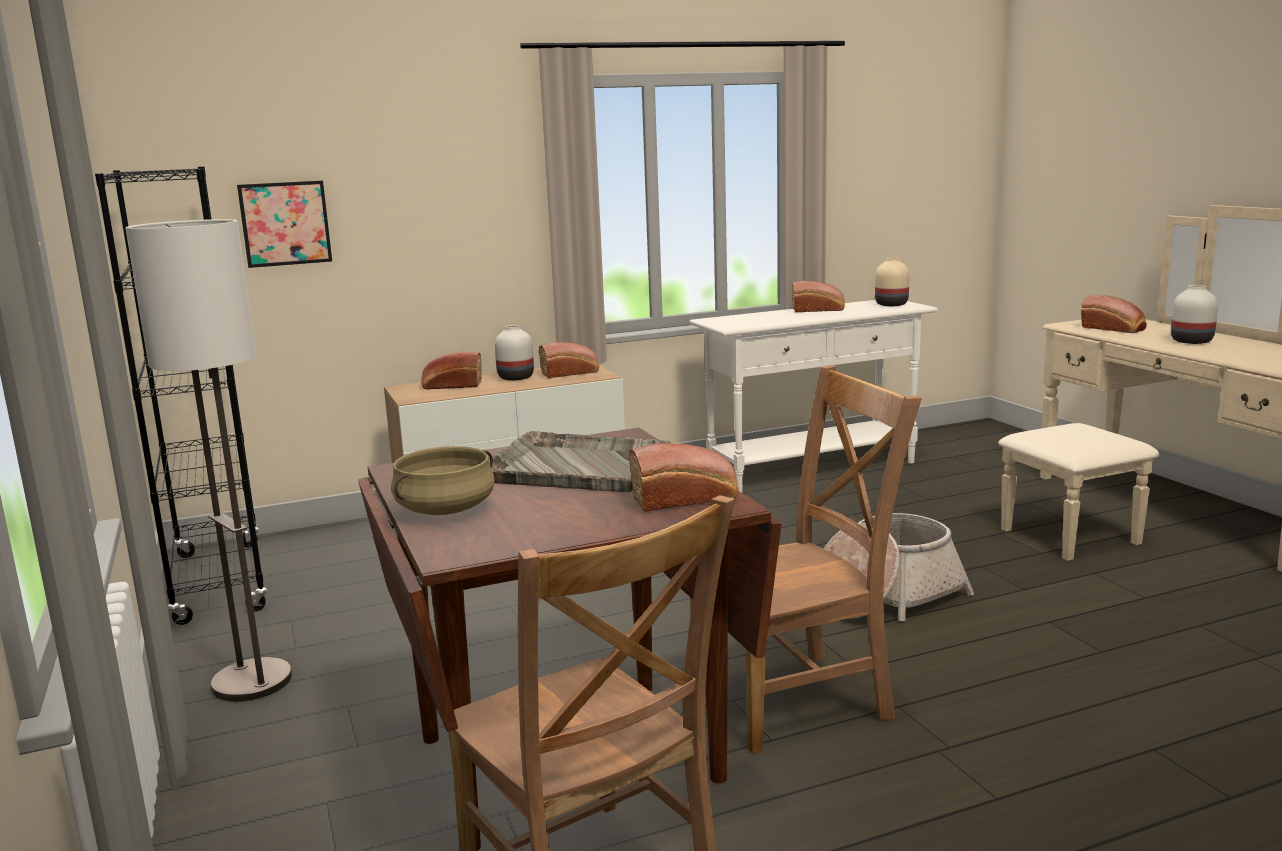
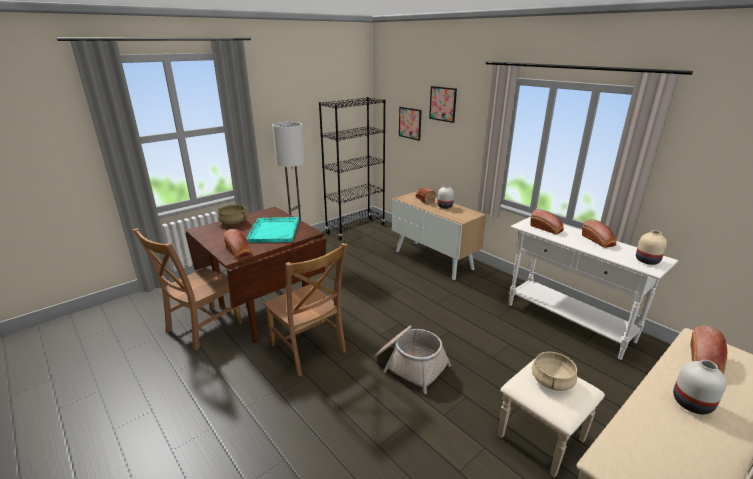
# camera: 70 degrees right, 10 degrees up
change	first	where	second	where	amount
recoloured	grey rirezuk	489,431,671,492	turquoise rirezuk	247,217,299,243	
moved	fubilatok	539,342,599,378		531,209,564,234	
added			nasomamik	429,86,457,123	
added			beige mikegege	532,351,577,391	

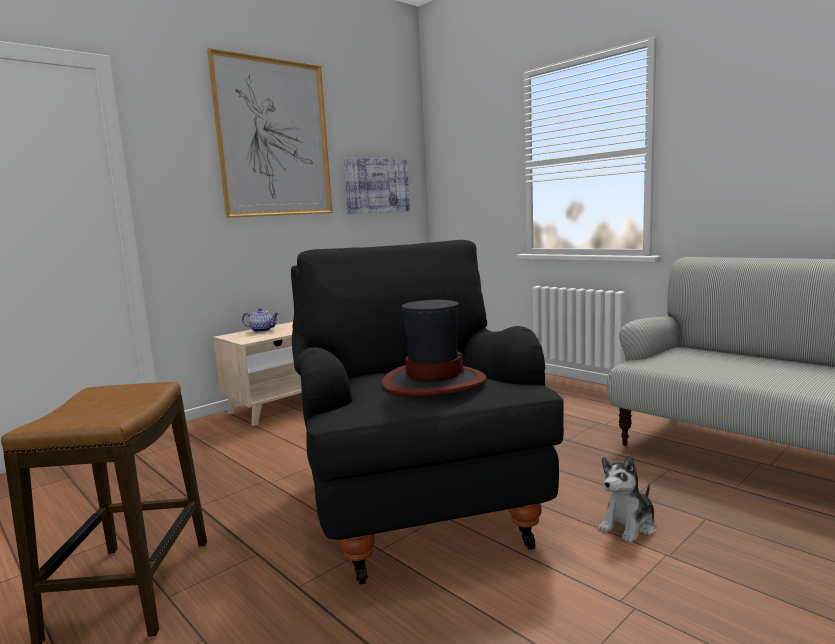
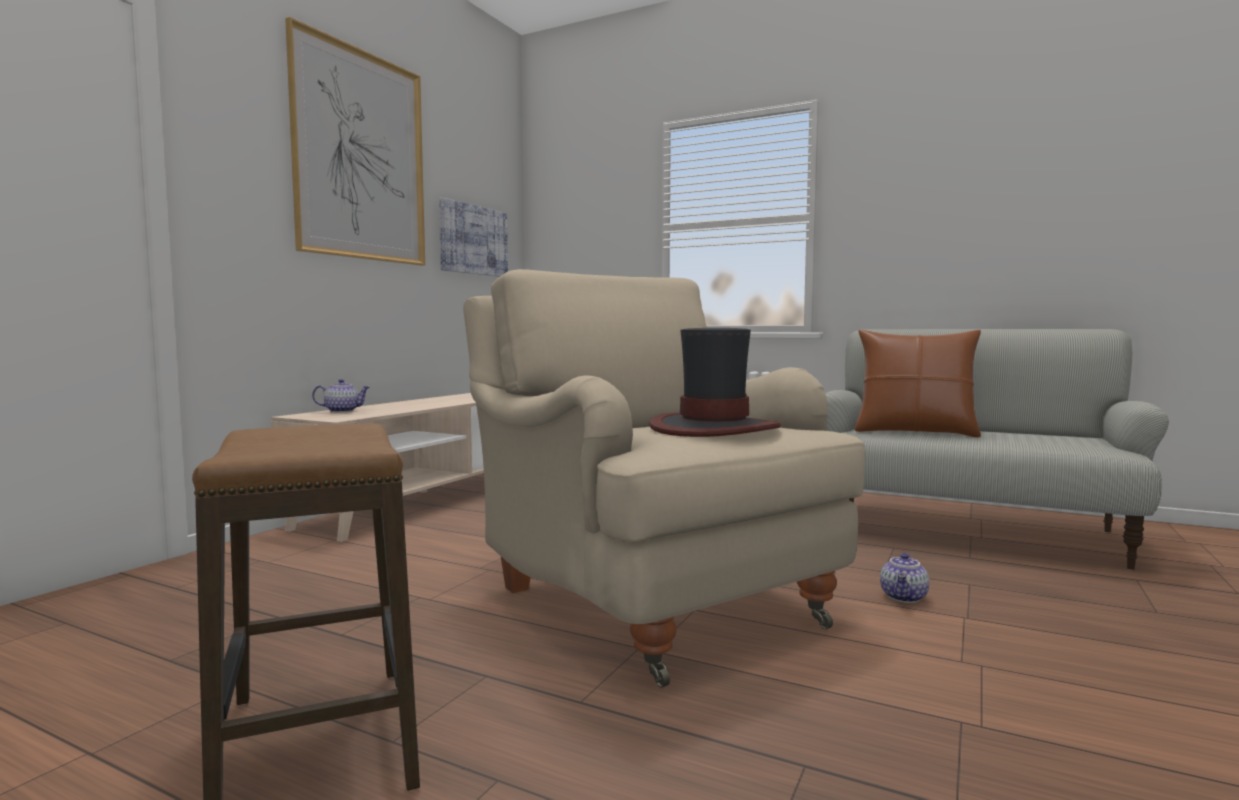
# camera: 20 degrees left, 5 degrees down
change	first	where	second	where	amount
recoloured	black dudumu	291,240,564,585	beige dudumu	463,269,865,688	
replaced	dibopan	598,455,656,543	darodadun	880,553,929,603	
added			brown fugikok	855,330,981,438	

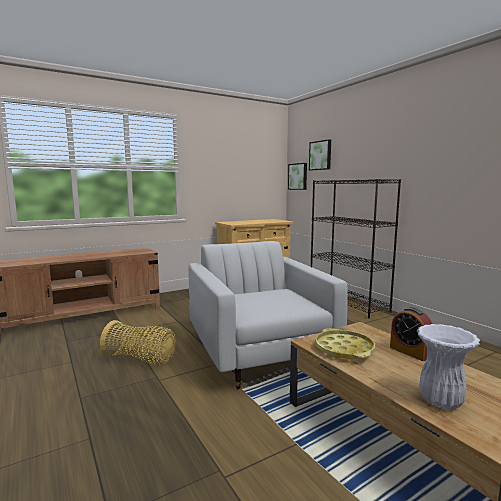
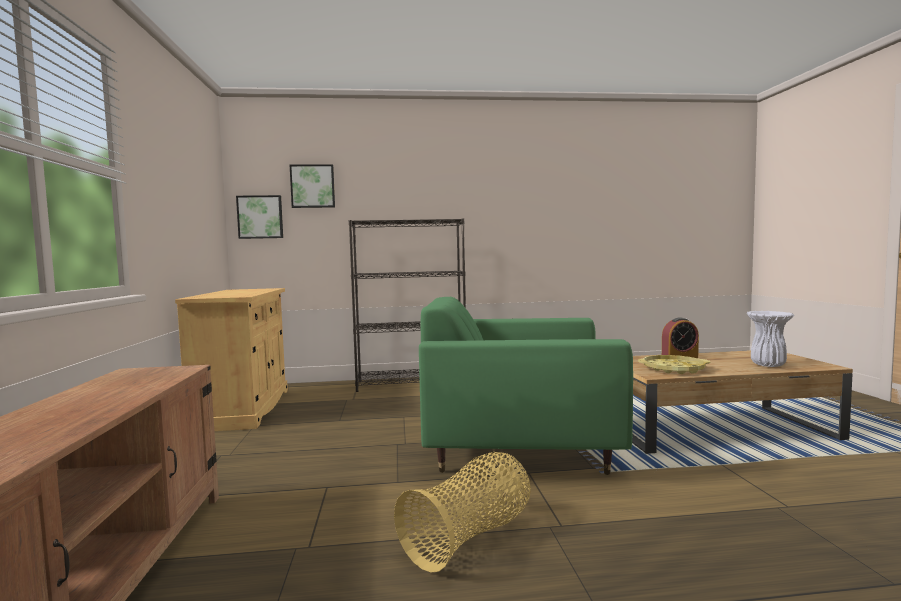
# camera: 65 degrees left, 5 degrees down
change	first	where	second	where	amount
recoloured	white dudumu	188,241,348,389	green dudumu	419,297,633,475	

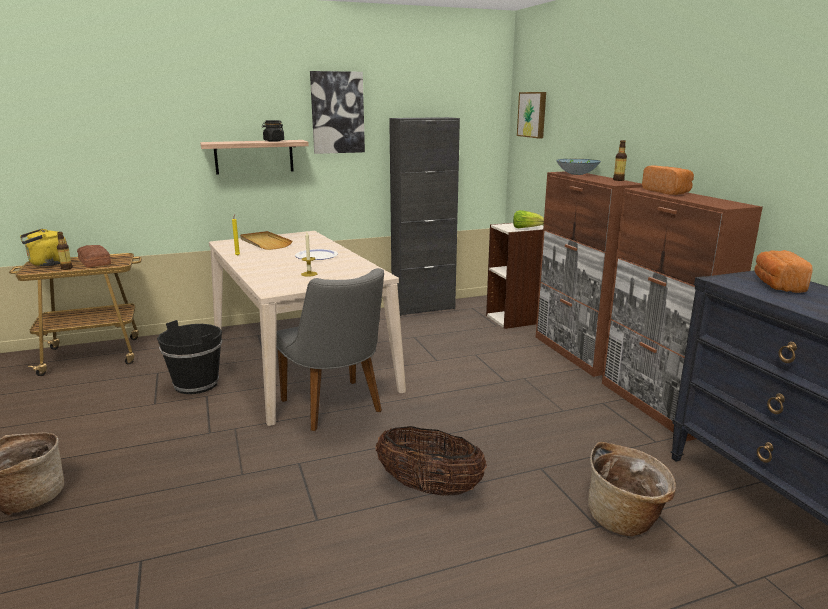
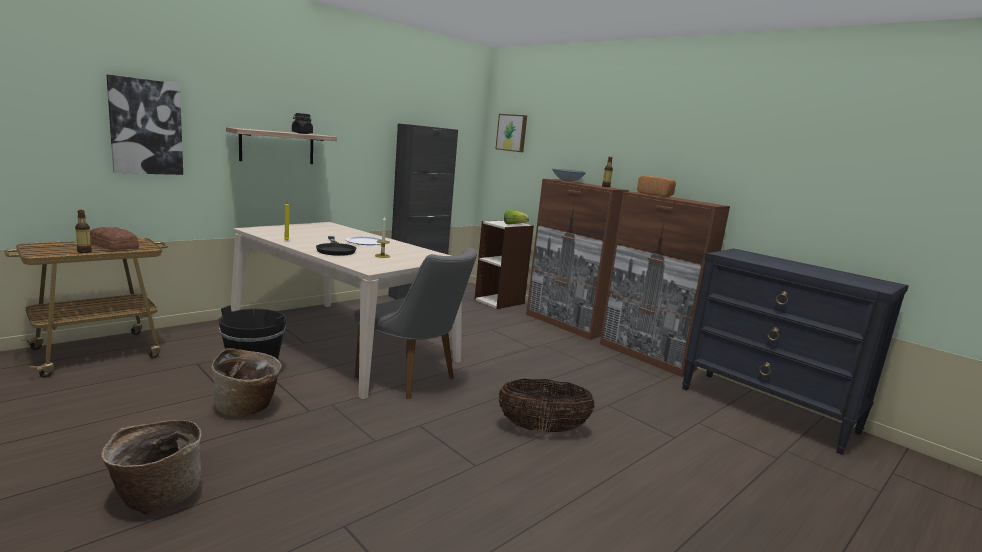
# camera: 25 degrees left, 5 degrees down
change	first	where	second	where	amount
removed	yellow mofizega	20,229,67,266			
removed	beige rirezuk	240,231,292,250			
moved	nasomamik	310,71,365,154		106,75,183,175	
moved	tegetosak	588,442,676,536		212,348,281,417	
removed	fubilatok	754,250,813,293			
added			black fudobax	316,236,356,256	

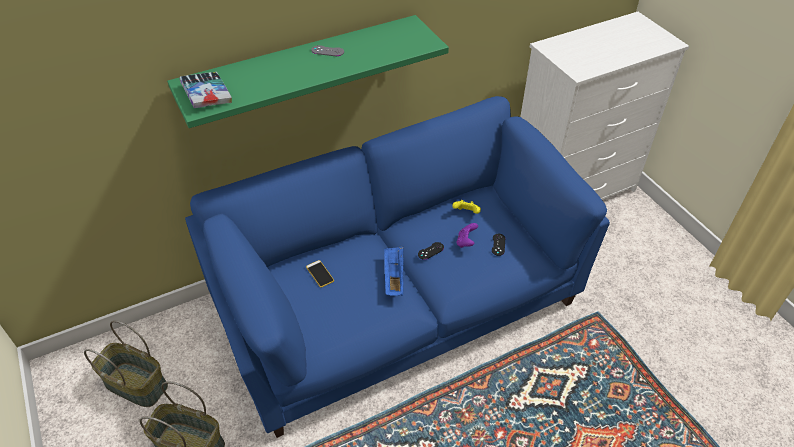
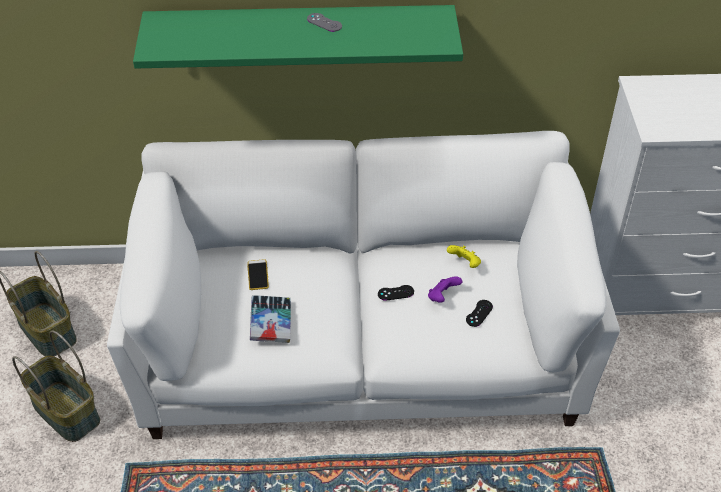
# camera: 25 degrees right, 0 degrees up
change	first	where	second	where	amount
moved	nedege	180,72,232,108		250,295,291,343	
recoloured	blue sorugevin	185,96,610,438	white sorugevin	107,131,620,439	
removed	blue rirezuk	384,246,404,296			

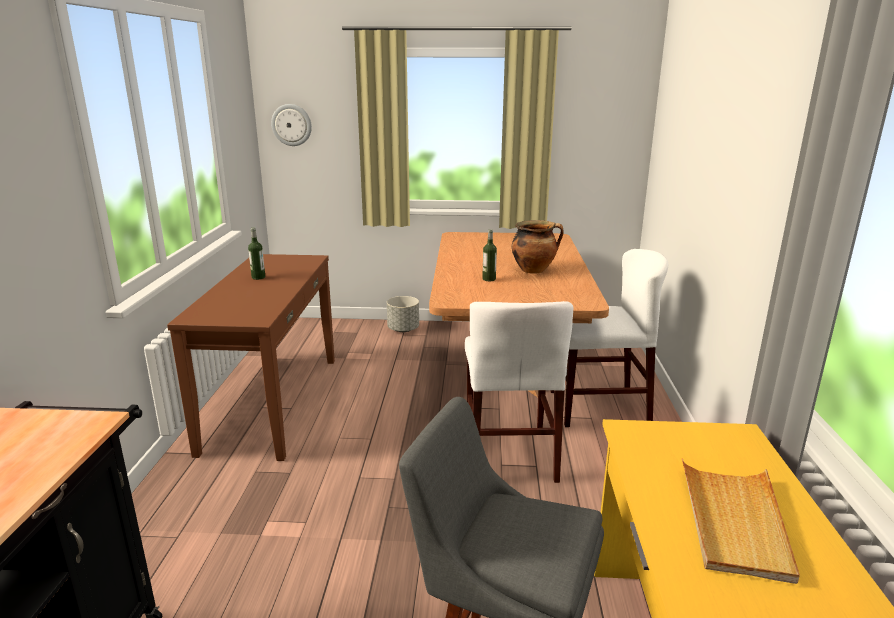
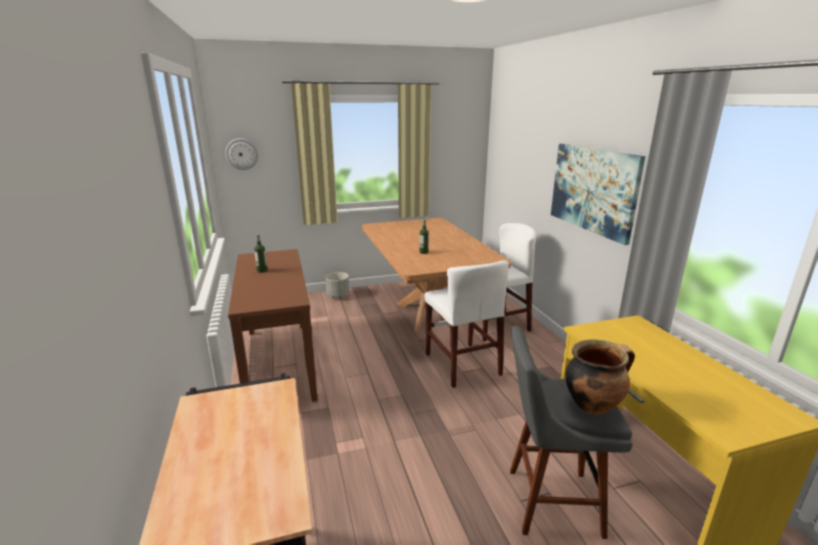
# camera: 20 degrees left, 0 degrees up
change	first	where	second	where	amount
moved	mikegege	512,220,564,274		565,339,635,415	
removed	beige rirezuk	682,458,800,584			
added			nasomamik	551,144,645,245	

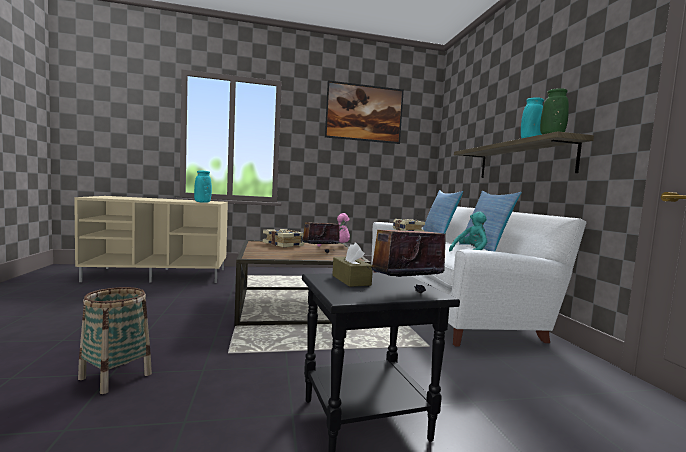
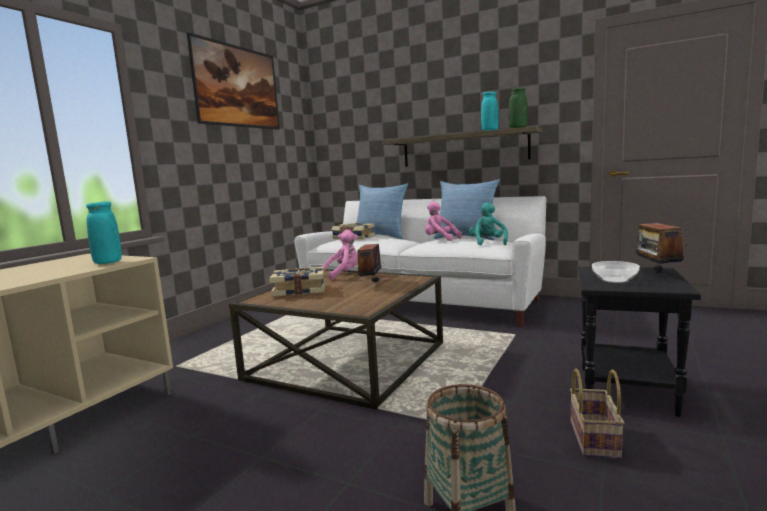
# camera: 50 degrees left, 5 degrees up
change	first	where	second	where	amount
replaced	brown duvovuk	332,243,373,287	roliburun	592,261,640,283	
added			pink dibopan	425,202,462,241	
added			tegetosak	570,368,624,459	

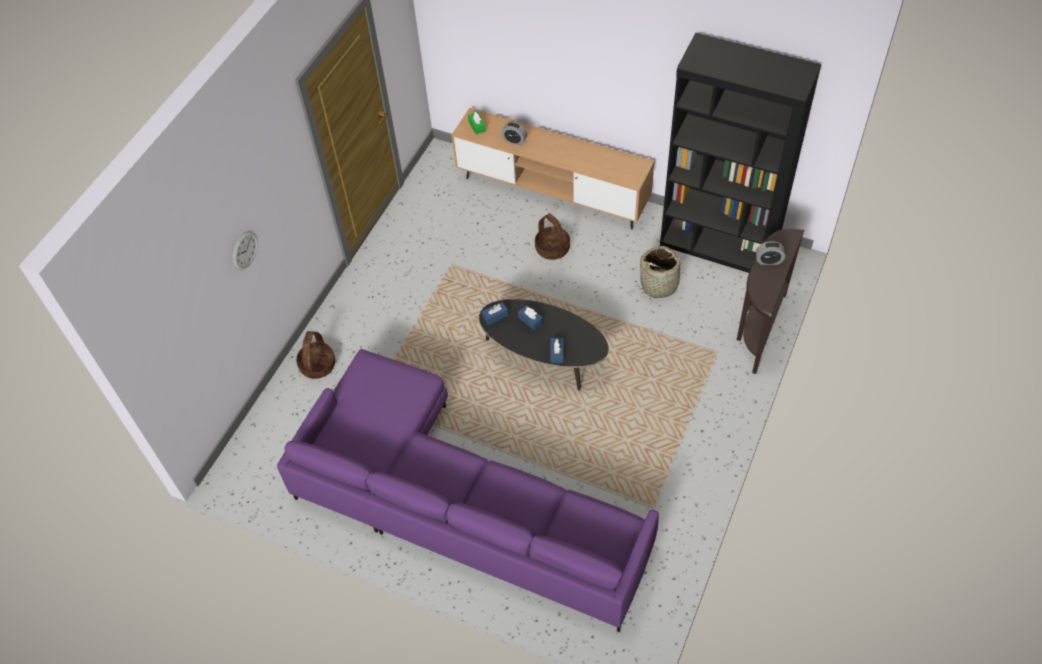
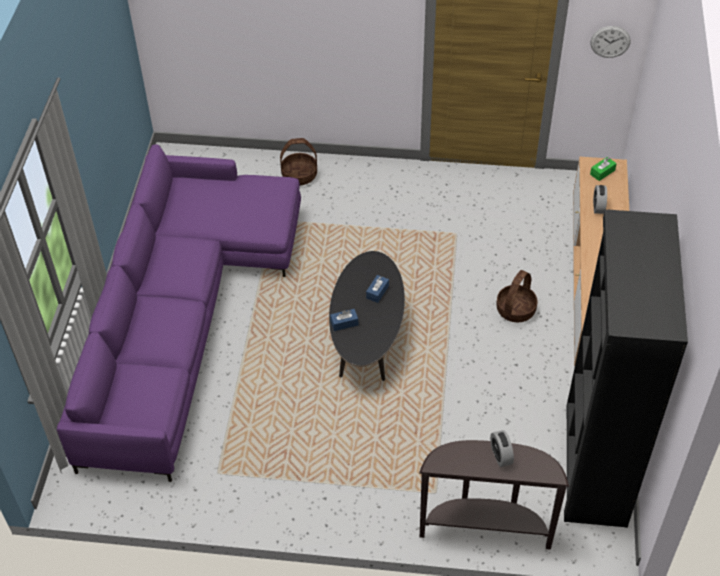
# camera: 70 degrees right, 5 degrees down
change	first	where	second	where	amount
moved	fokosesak	233,231,258,270		591,26,631,58	
removed	blue duvovuk	482,302,508,325			
removed	tegetosak	637,246,688,298			

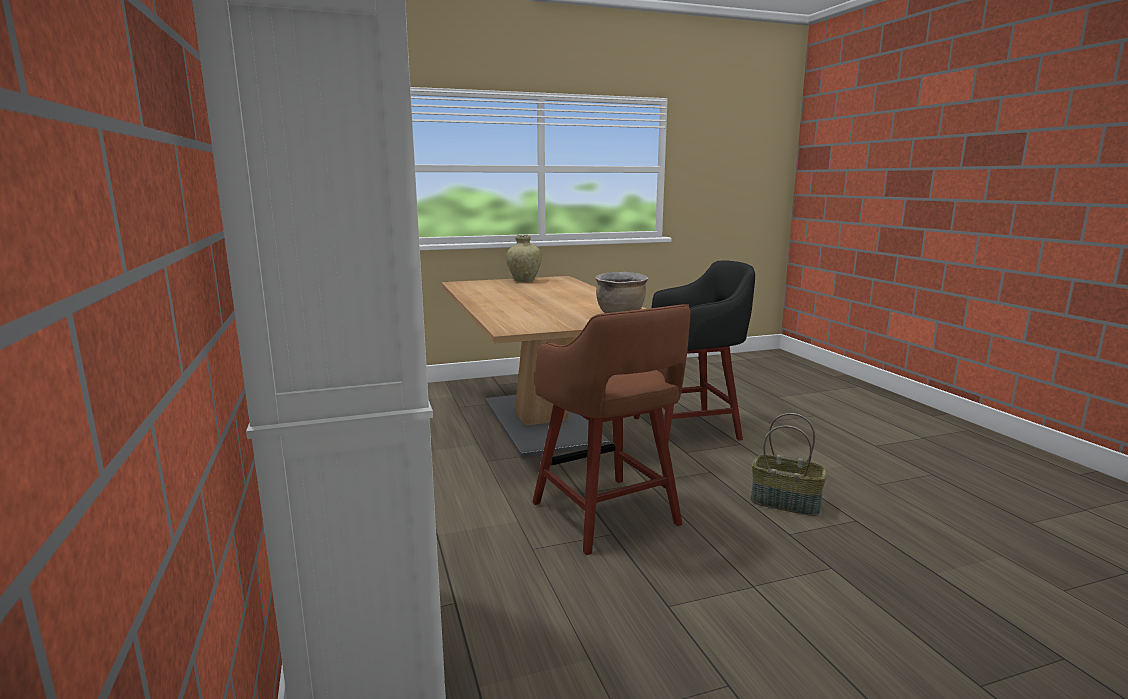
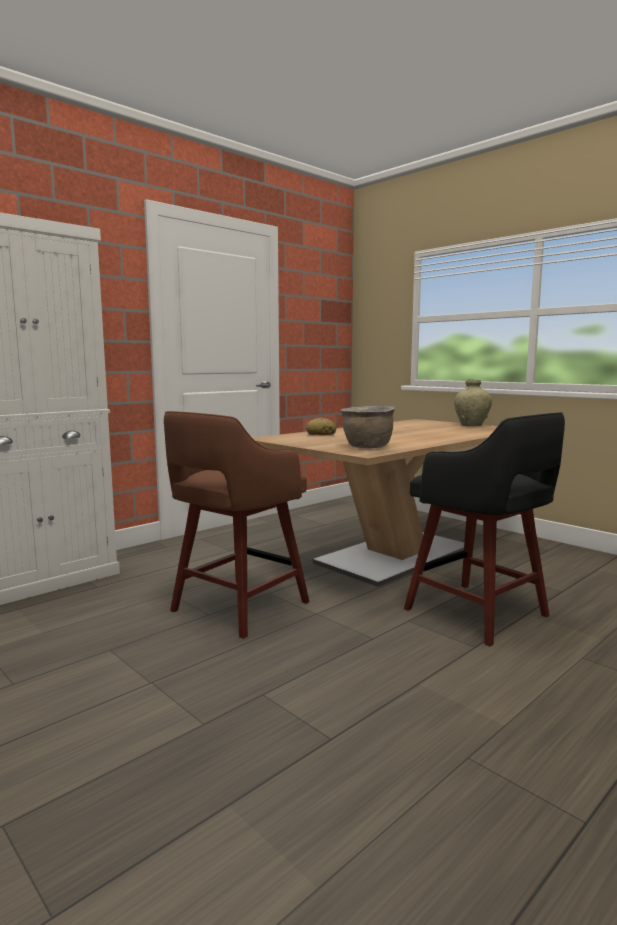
# camera: 65 degrees right, 5 degrees down
change	first	where	second	where	amount
removed	tegetosak	751,413,827,516			
added			fubilatok	306,417,336,435	

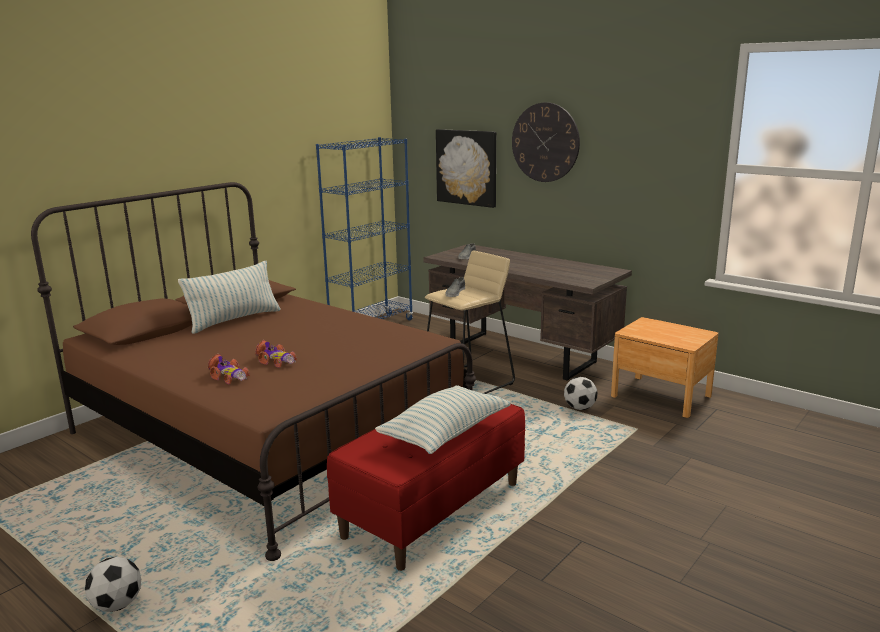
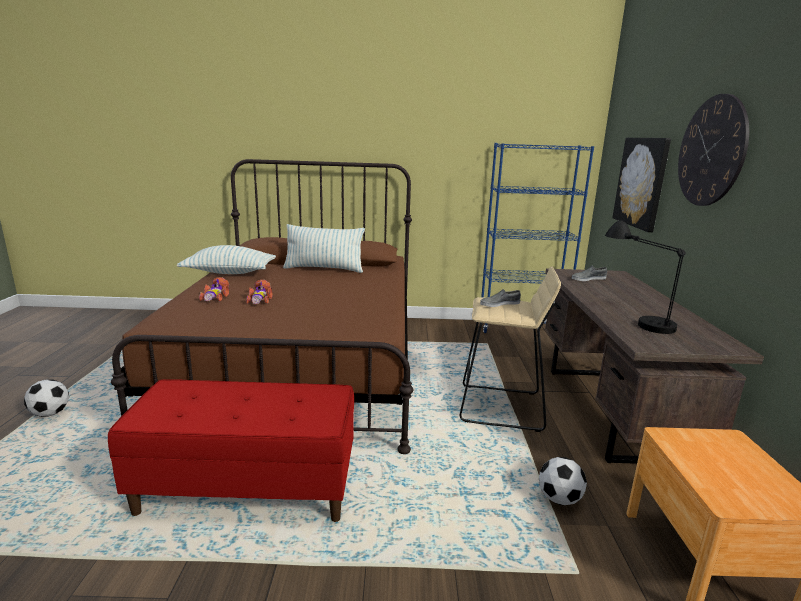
# camera: 50 degrees right, 0 degrees up
change	first	where	second	where	amount
moved	fugikok	375,385,511,454		177,245,276,274	
added			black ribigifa	605,220,686,334	

